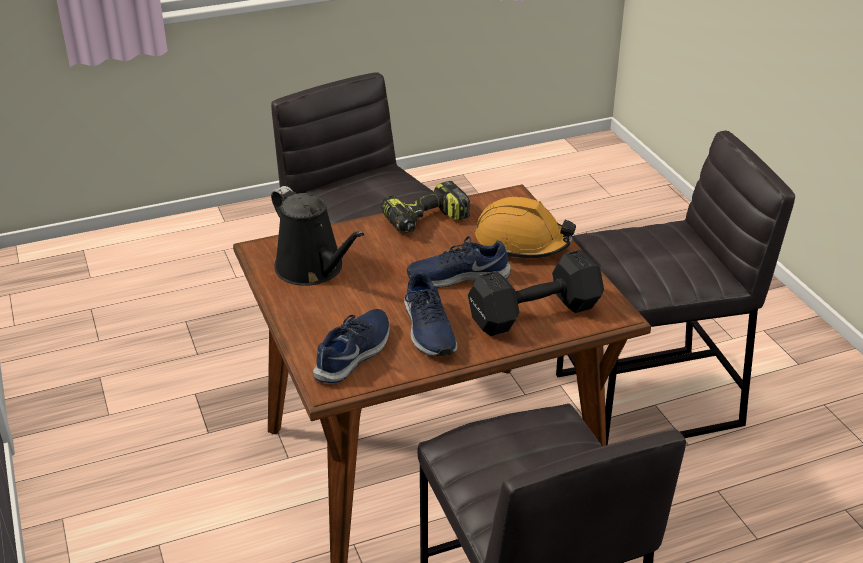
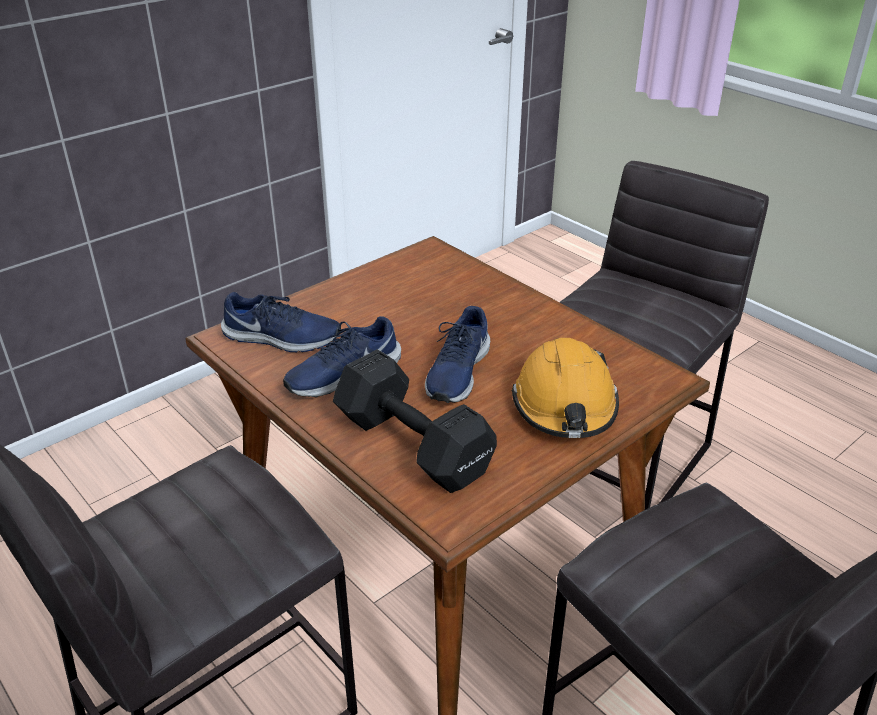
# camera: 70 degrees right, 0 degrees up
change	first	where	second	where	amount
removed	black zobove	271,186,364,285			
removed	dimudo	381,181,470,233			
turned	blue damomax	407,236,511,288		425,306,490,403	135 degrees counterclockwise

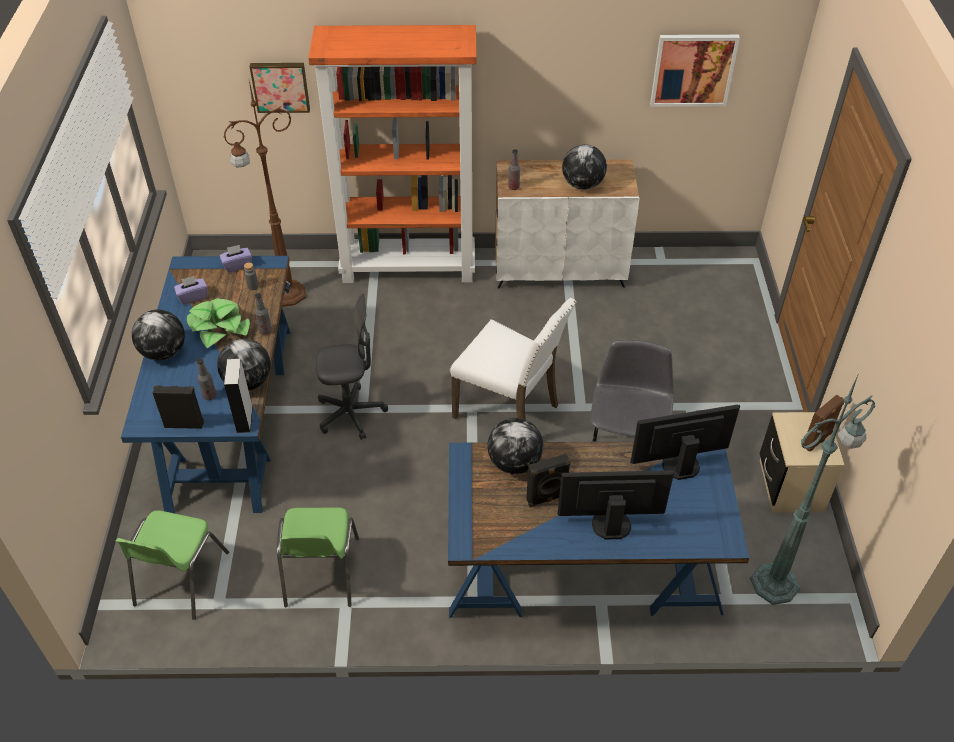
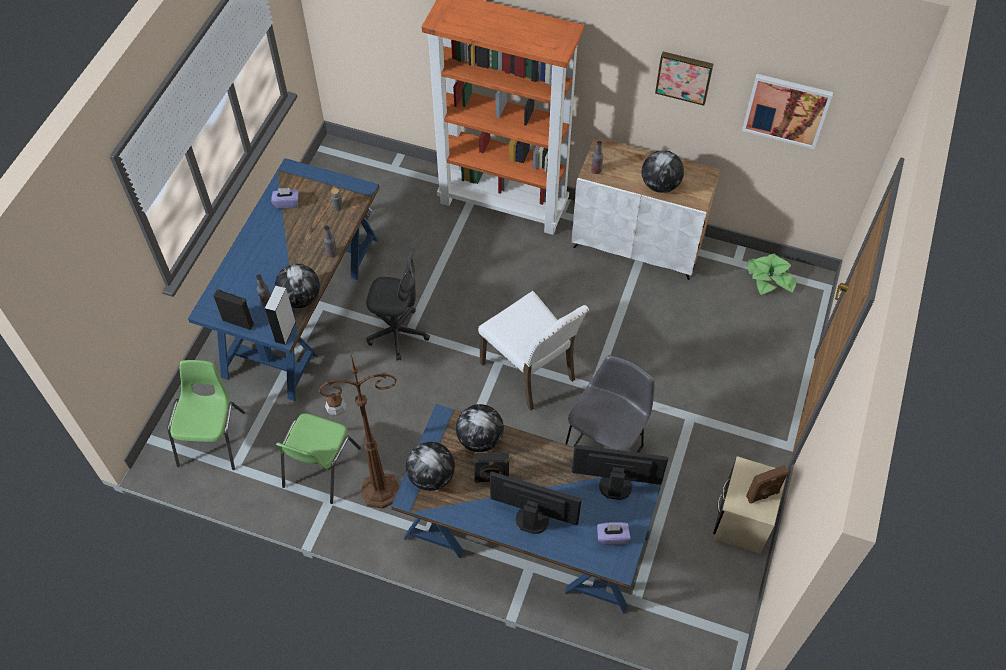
# camera: 20 degrees right, 10 degrees up
change	first	where	second	where	amount
turned	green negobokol	116,510,229,620		168,360,245,470	150 degrees clockwise
moved	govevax	132,310,185,361		406,442,455,491	
moved	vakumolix	187,298,250,348		747,254,796,295	
moved	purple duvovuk	220,245,252,273		597,522,631,545	
moved	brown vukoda	223,81,306,307		319,355,399,509	
moved	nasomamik	250,63,310,113		655,52,713,106	
removed	green vukoda	750,373,875,605			

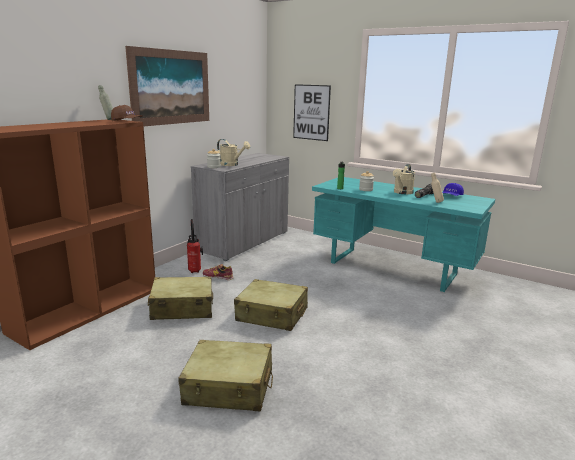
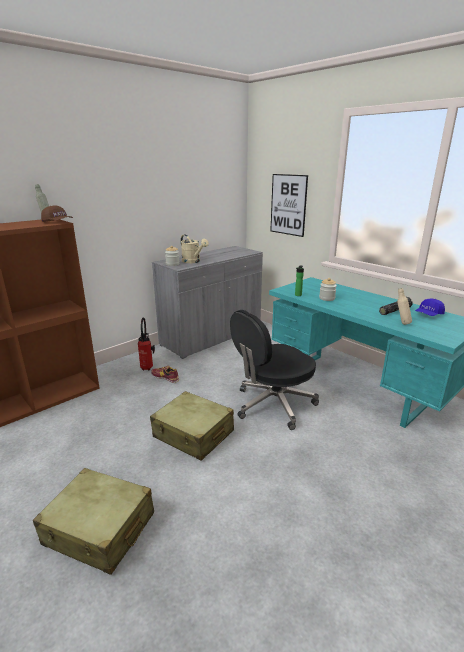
# camera: 15 degrees right, 5 degrees up
change	first	where	second	where	amount
removed	nasomamik	125,46,209,126			
removed	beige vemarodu	148,276,213,320			
removed	beige zobove	393,164,415,194			
added			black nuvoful	230,310,319,430	

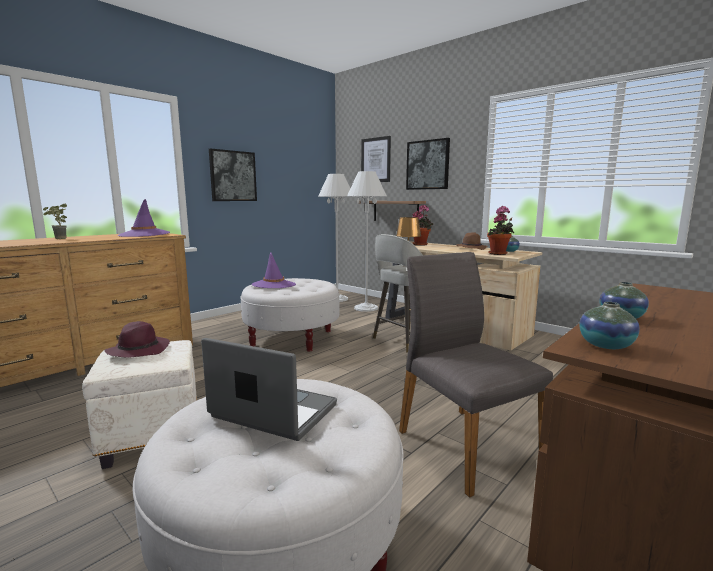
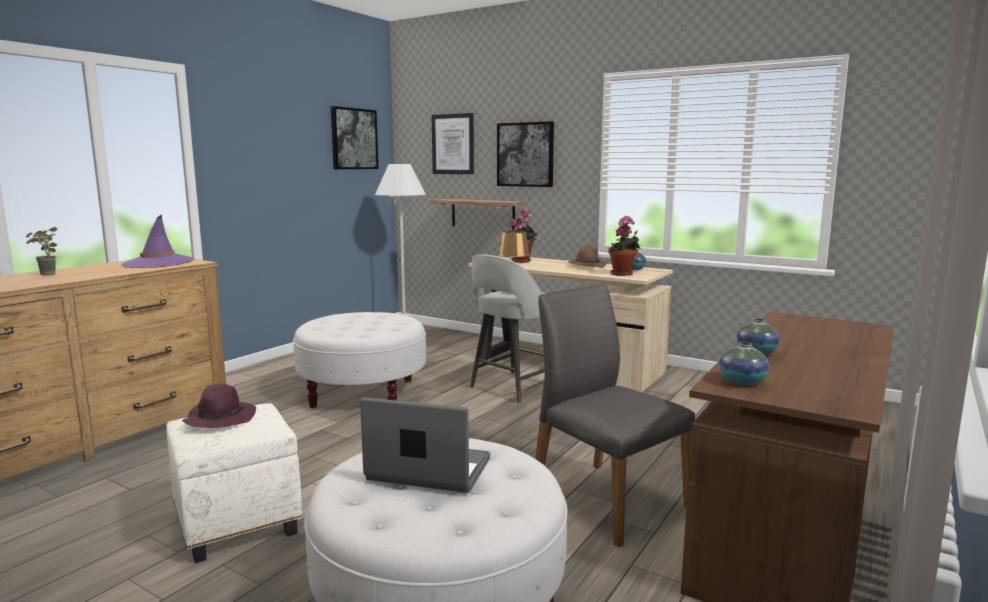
# camera: 10 degrees left, 0 degrees up
change	first	where	second	where	amount
moved	nasomamik	209,148,257,201		331,106,378,169	
removed	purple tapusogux	252,253,296,288			
removed	white vukoda	347,171,387,312			

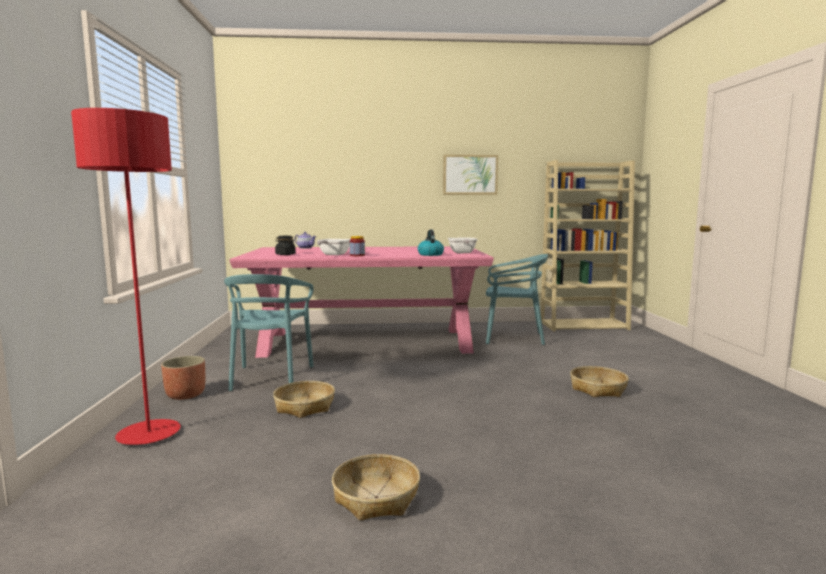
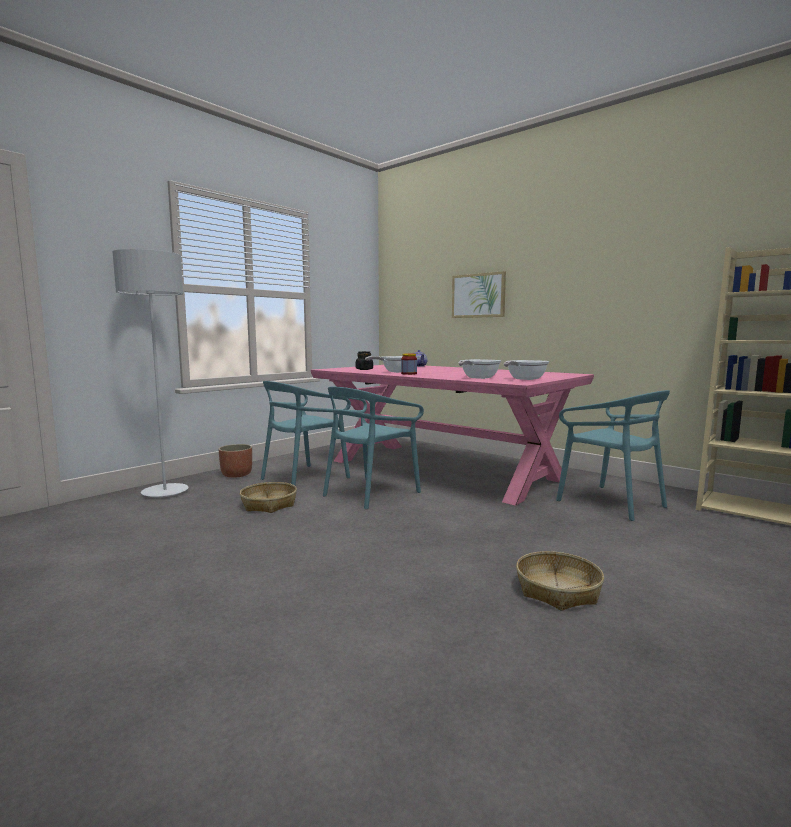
# camera: 45 degrees right, 0 degrees up
change	first	where	second	where	amount
recoloured	red vukoda	71,108,181,445	grey vukoda	112,249,189,498	
removed	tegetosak	332,454,420,521			
replaced	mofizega	418,230,444,256	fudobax	459,359,501,379	
moved	nasomamik	443,155,498,195		452,271,506,318	
added			turquoise negobokol	323,386,424,509	

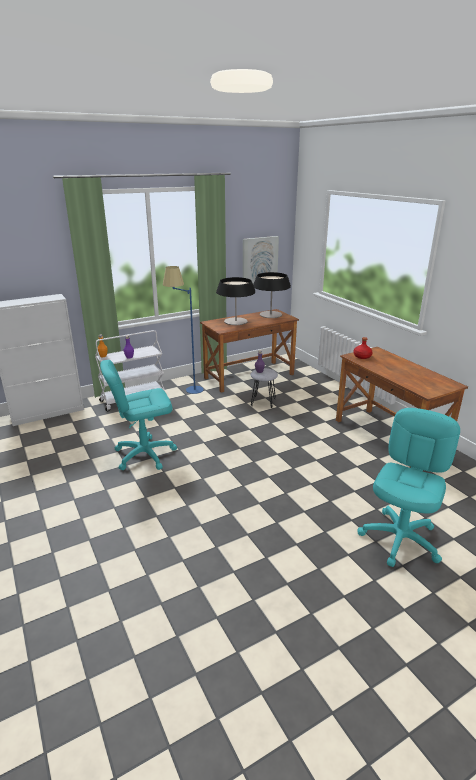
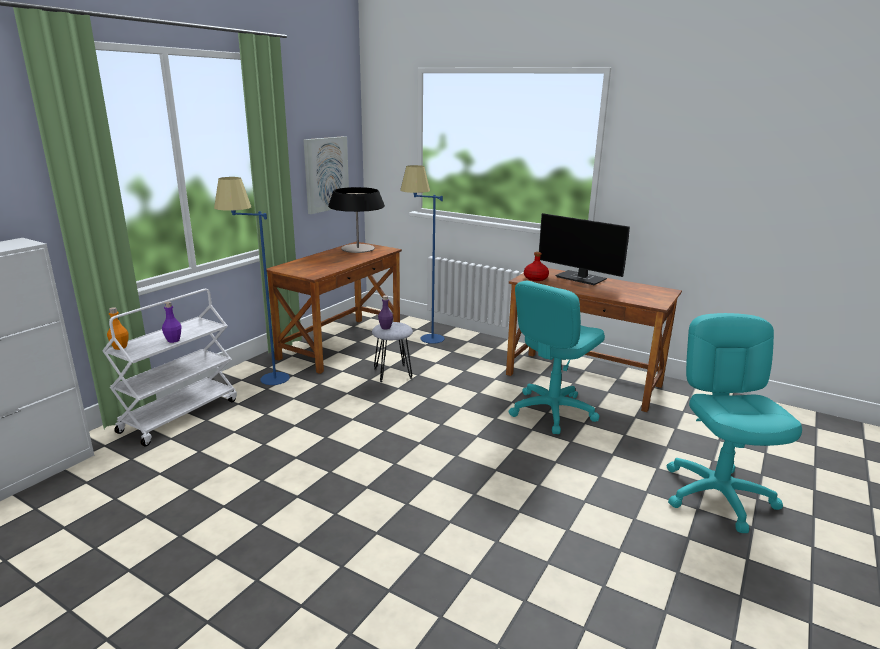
# camera: 30 degrees left, 5 degrees down
change	first	where	second	where	amount
moved	turquoise nuvoful	100,360,177,470		508,281,605,434	
removed	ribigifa	216,277,255,325			
added			blue vukoda	400,165,445,344	
added			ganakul	539,213,630,285	

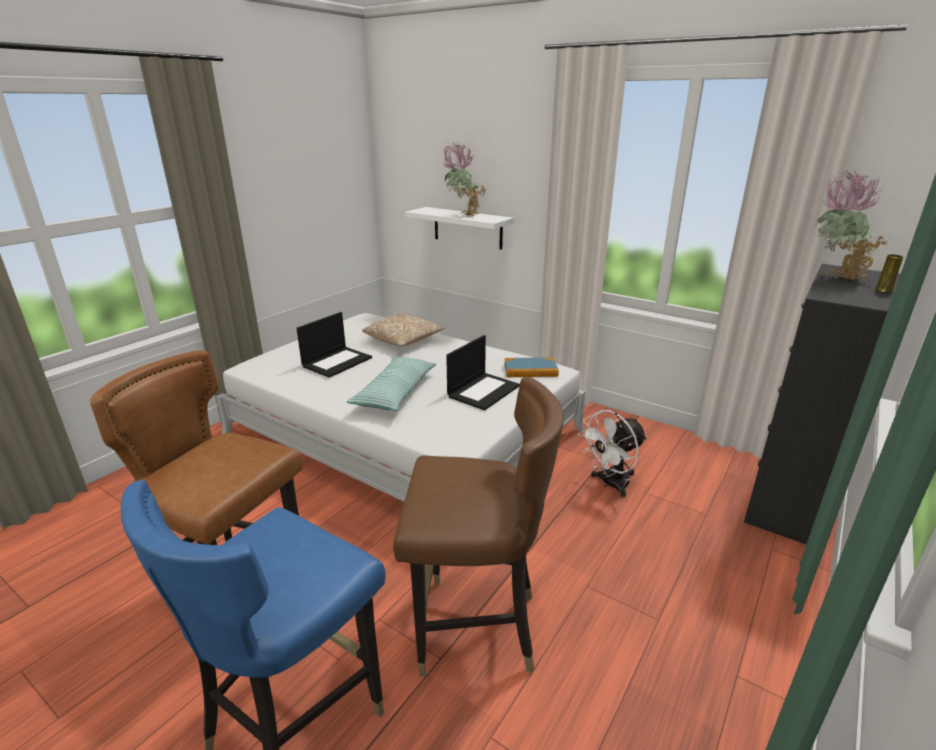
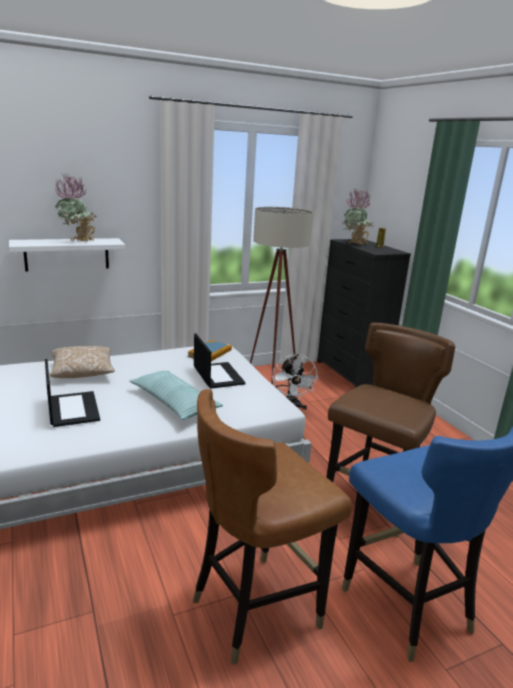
# camera: 60 degrees left, 5 degrees down
change	first	where	second	where	amount
added			beige vukoda	250,207,314,385	

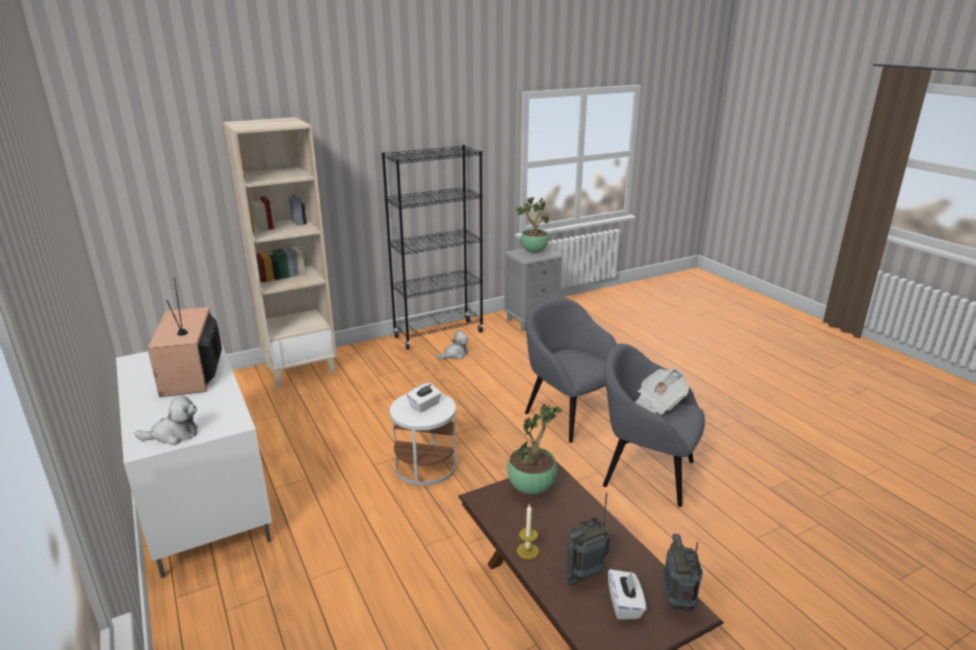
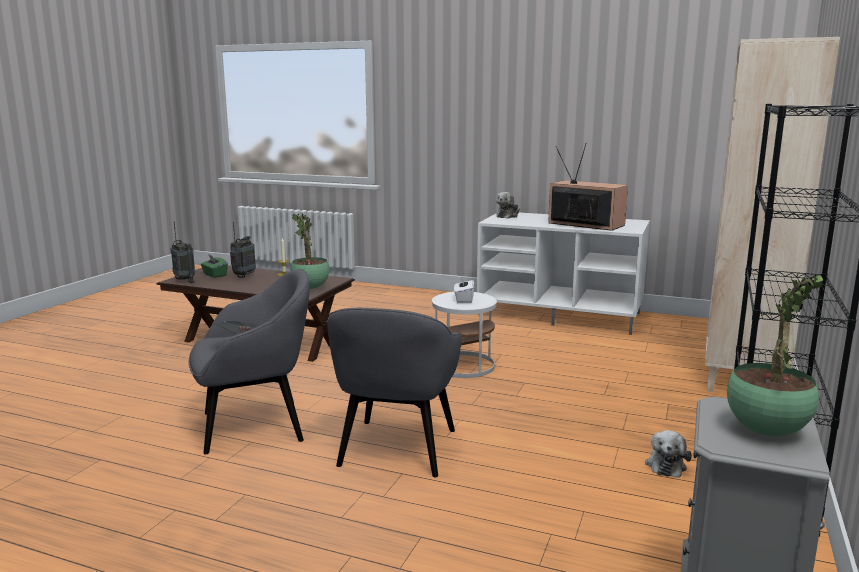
# camera: 140 degrees right, 10 degrees down
change	first	where	second	where	amount
turned	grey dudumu	525,297,617,443		327,308,462,477	90 degrees clockwise
recoloured	white duvovuk	608,569,646,620	green duvovuk	201,254,228,278	

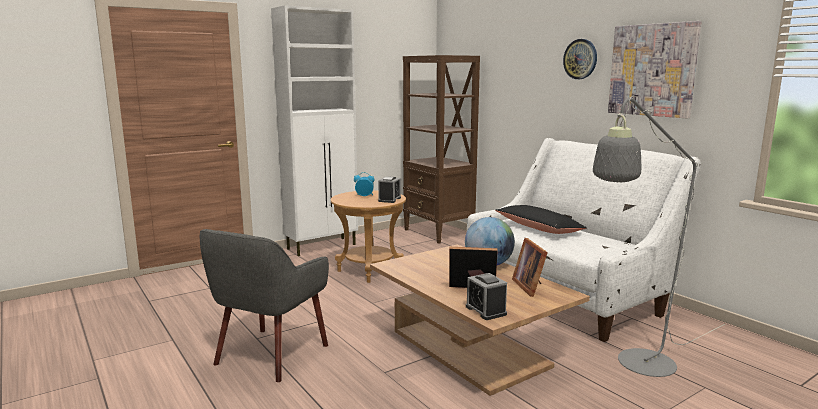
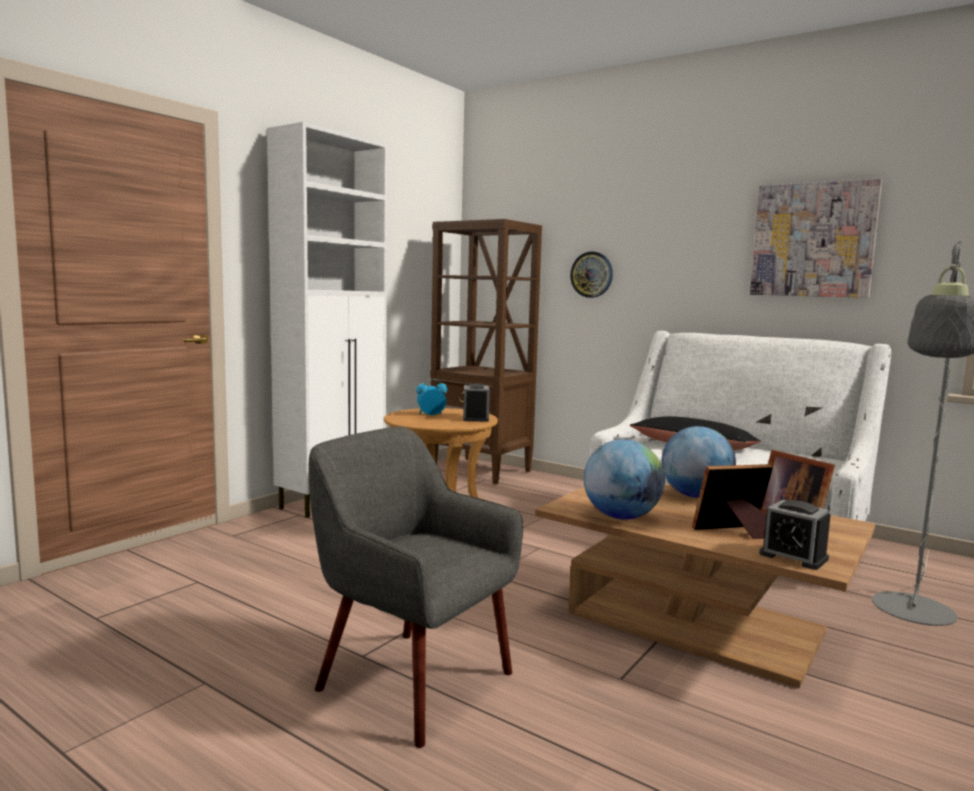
# camera: 20 degrees left, 5 degrees down
change	first	where	second	where	amount
turned	grey dudumu	200,229,329,382		308,427,523,748	120 degrees clockwise
moved	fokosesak	563,39,597,79		570,252,613,298	
added			govevax	584,439,665,519	

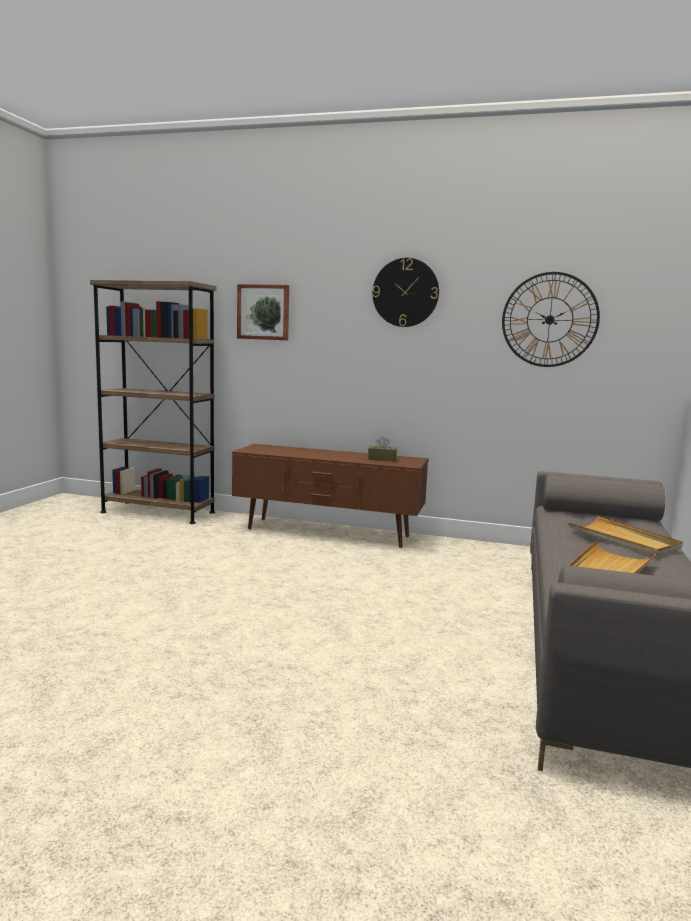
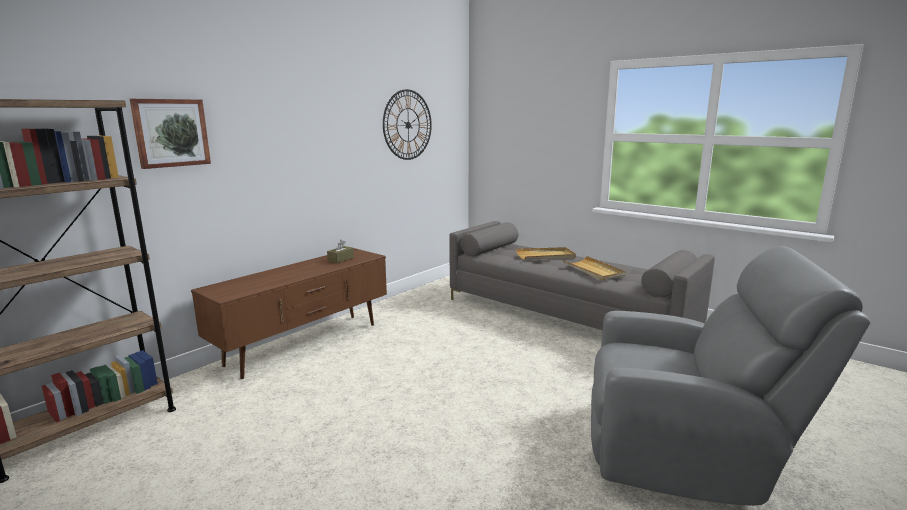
# camera: 65 degrees left, 5 degrees up
change	first	where	second	where	amount
removed	fokosesak	372,258,439,327			
added			grey dudumu	591,246,870,506	

